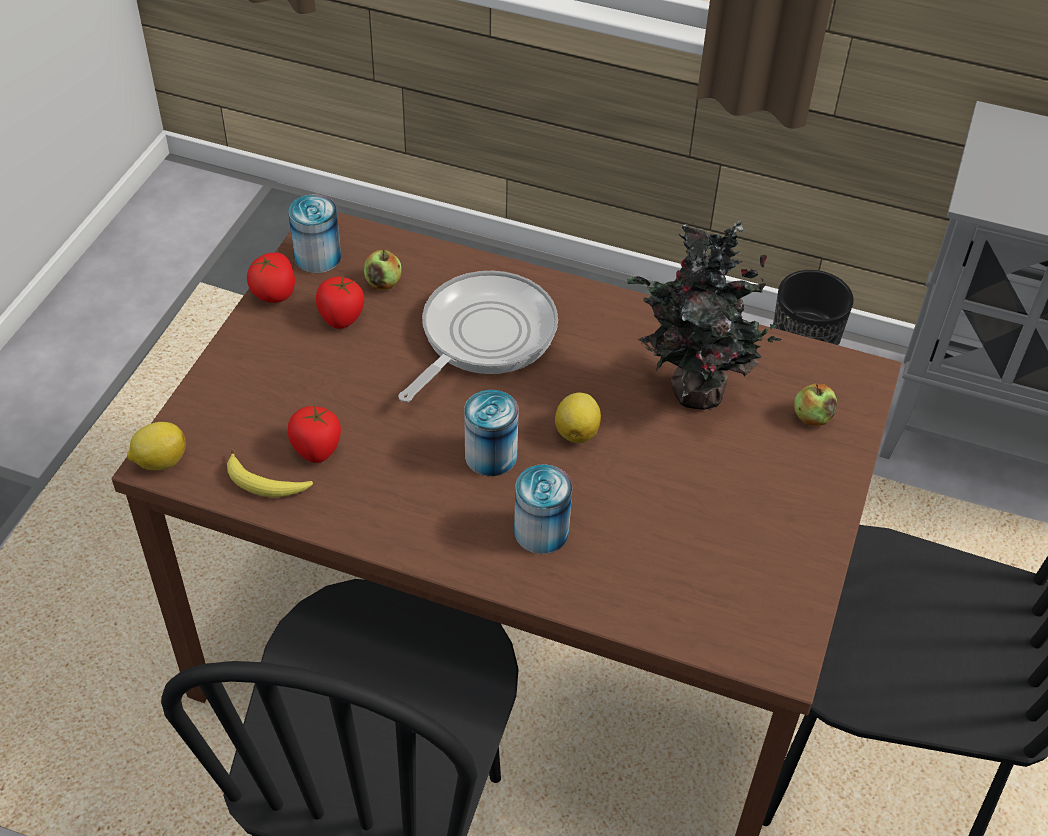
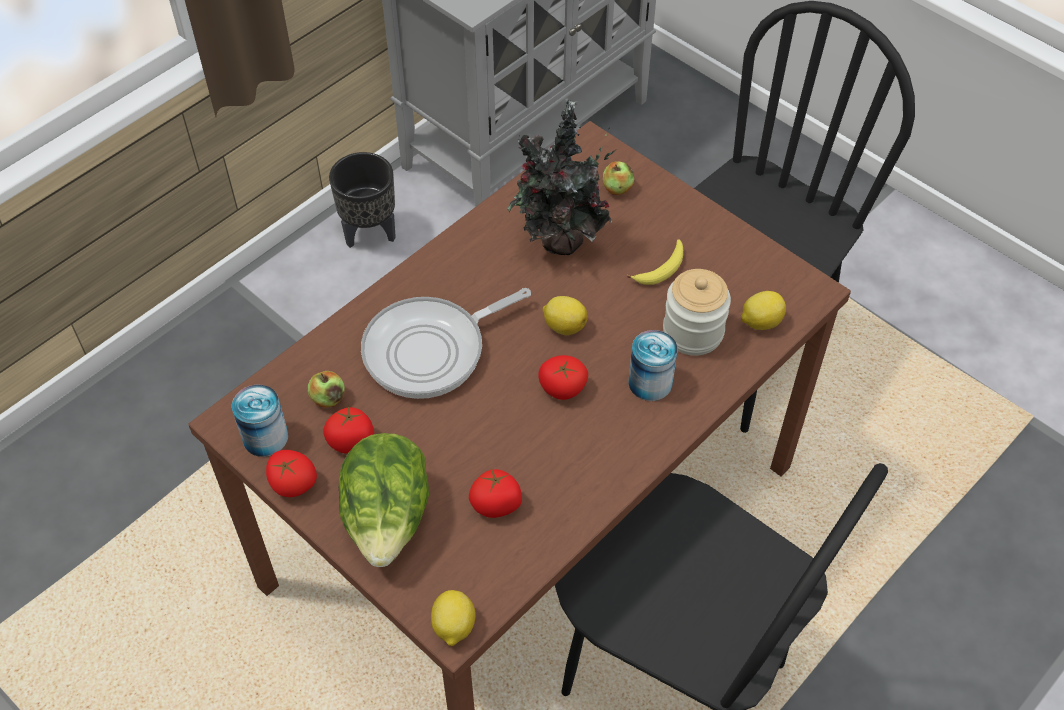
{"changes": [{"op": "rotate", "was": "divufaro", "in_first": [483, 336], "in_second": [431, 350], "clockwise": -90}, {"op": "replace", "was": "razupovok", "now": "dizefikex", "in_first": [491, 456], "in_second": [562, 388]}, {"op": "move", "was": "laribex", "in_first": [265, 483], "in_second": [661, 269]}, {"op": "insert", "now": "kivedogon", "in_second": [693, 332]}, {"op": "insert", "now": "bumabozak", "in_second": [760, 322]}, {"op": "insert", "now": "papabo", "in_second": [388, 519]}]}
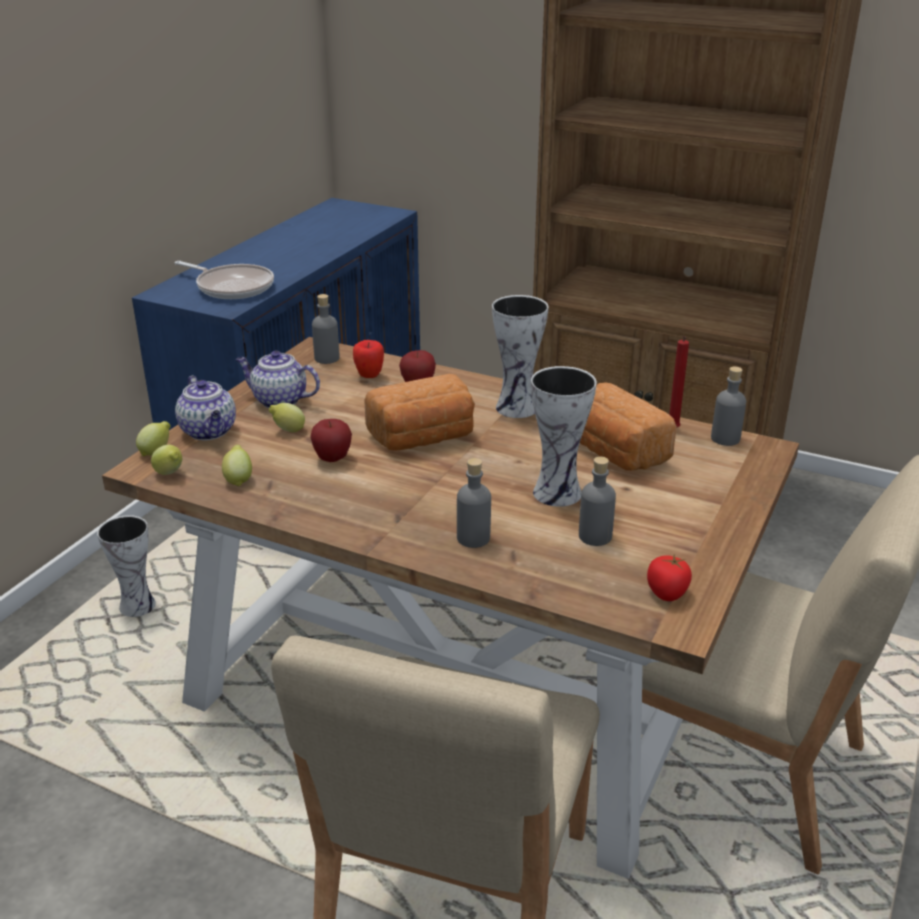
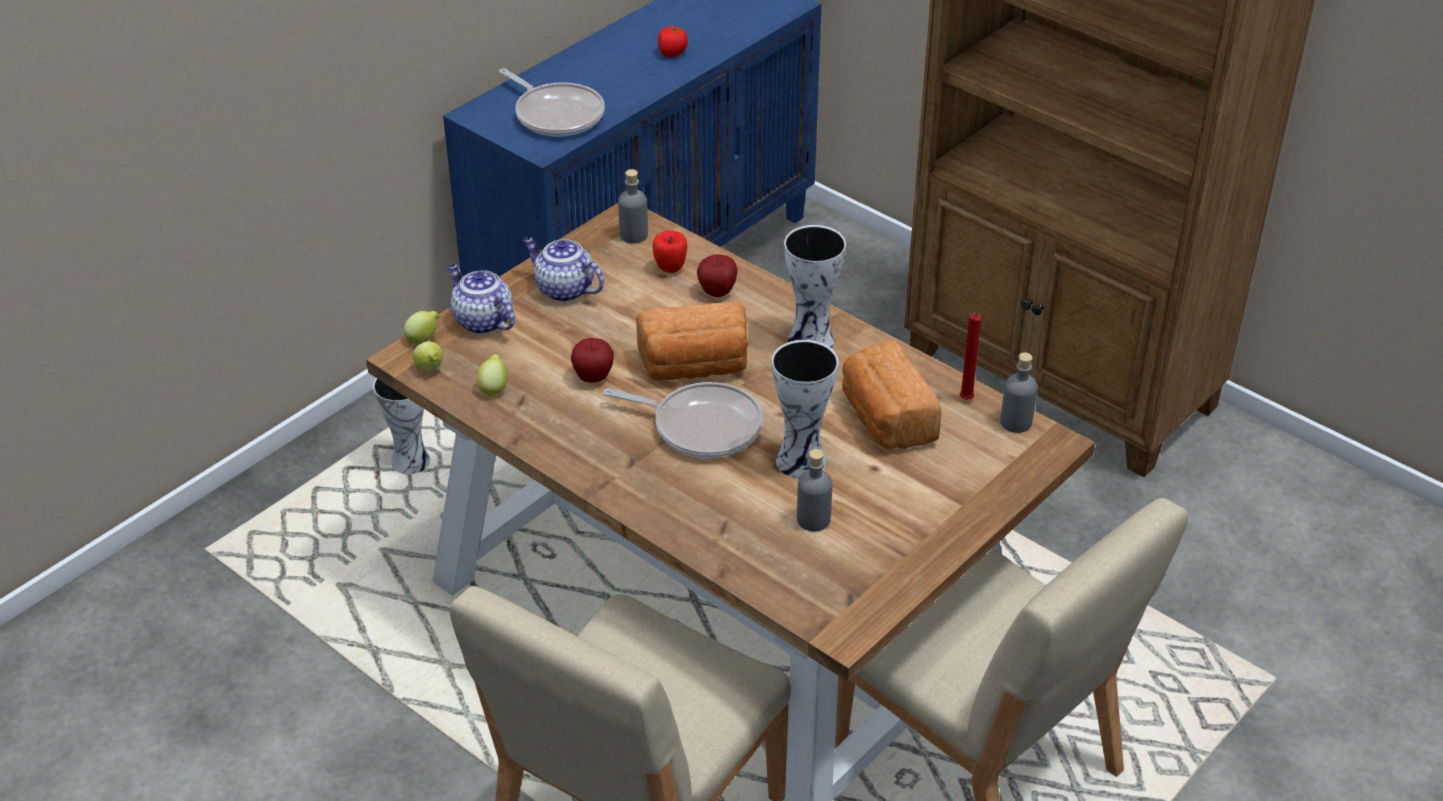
{"changes": [{"op": "rotate", "was": "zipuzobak", "in_first": [209, 432], "in_second": [482, 321], "clockwise": 150}, {"op": "delete", "was": "bumabozak", "in_first": [288, 430]}, {"op": "delete", "was": "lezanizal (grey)", "in_first": [473, 538]}, {"op": "move", "was": "dizefikex", "in_first": [667, 593], "in_second": [672, 53]}, {"op": "insert", "now": "divufaro", "in_second": [701, 426]}]}
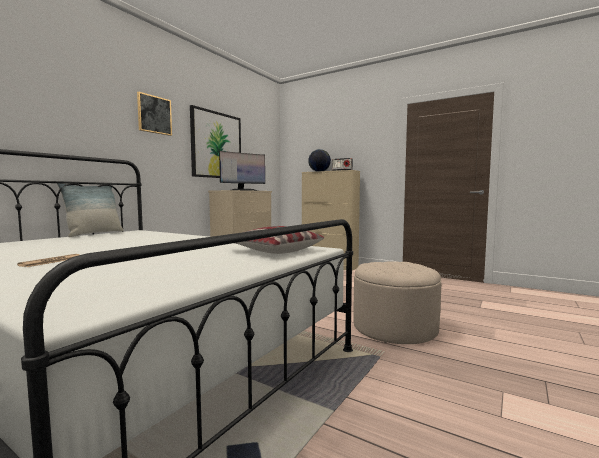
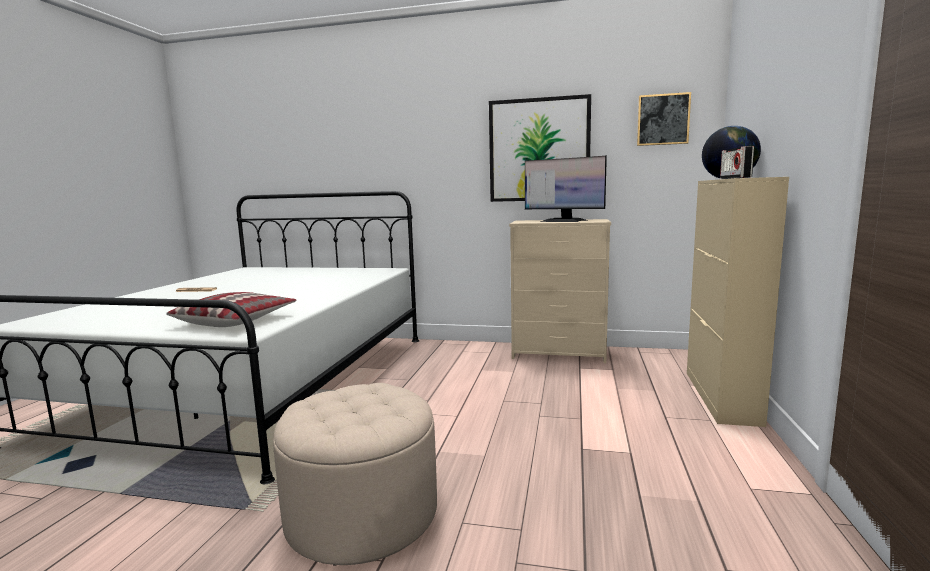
{"changes": [{"op": "move", "was": "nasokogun", "in_first": [154, 114], "in_second": [663, 119]}, {"op": "delete", "was": "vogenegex", "in_first": [94, 234]}]}
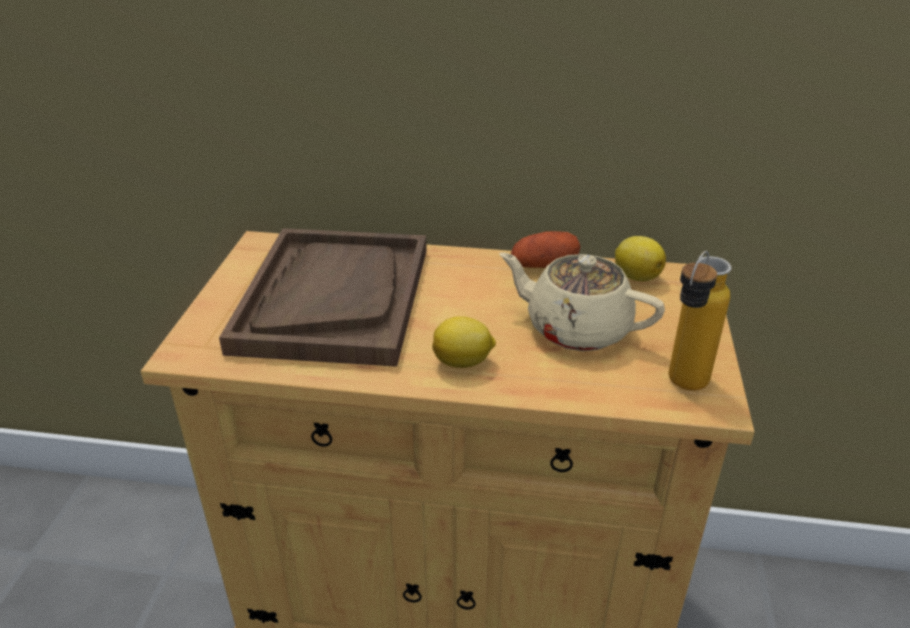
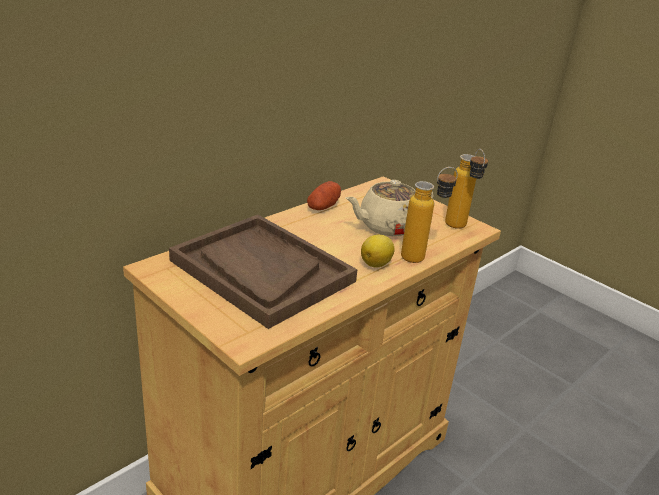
{"changes": [{"op": "delete", "was": "bumabozak", "in_first": [635, 276]}, {"op": "insert", "now": "lezanizal", "in_second": [421, 257]}]}
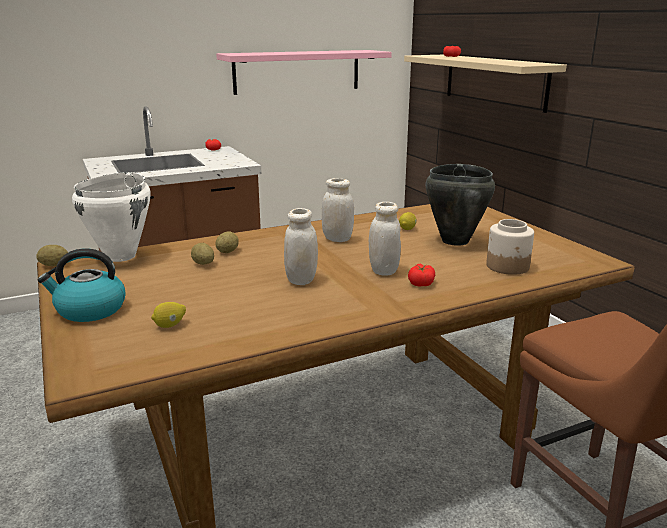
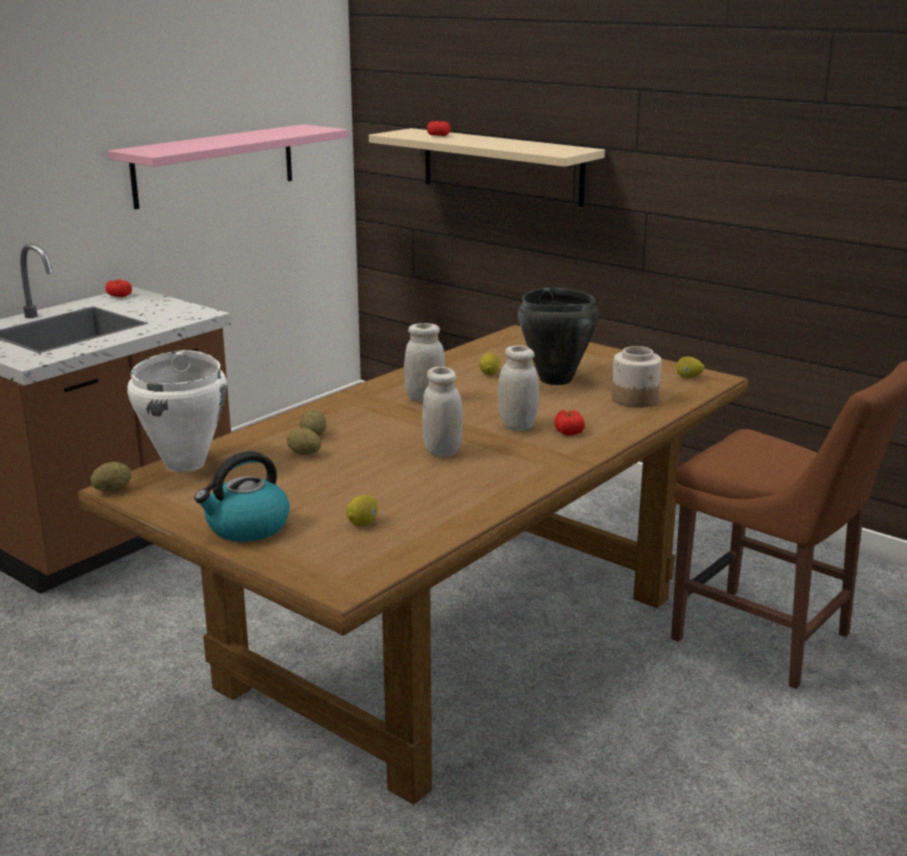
{"changes": [{"op": "insert", "now": "bumabozak", "in_second": [688, 377]}]}
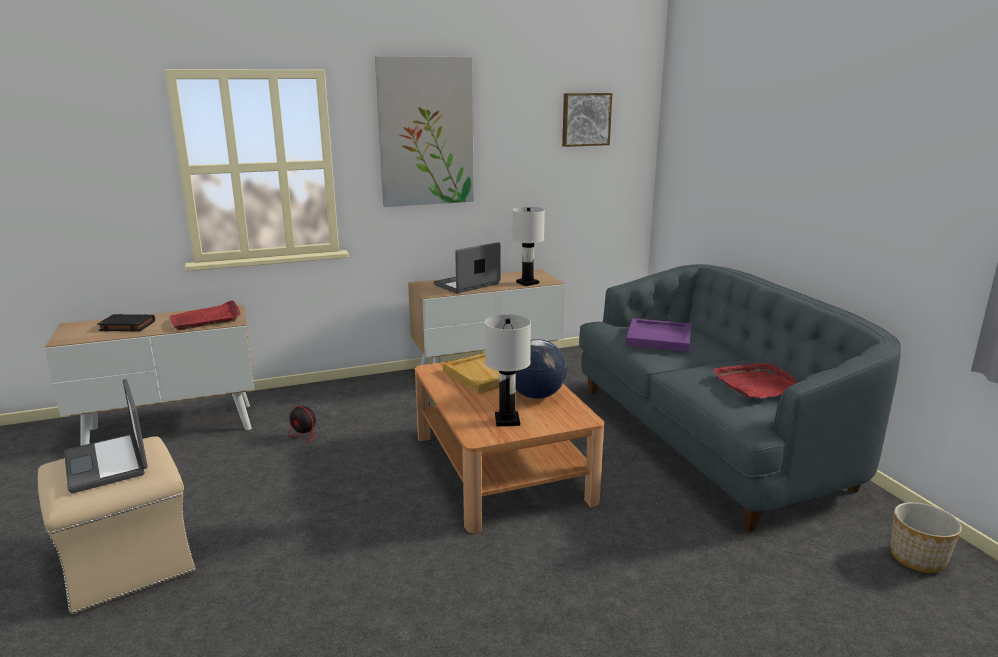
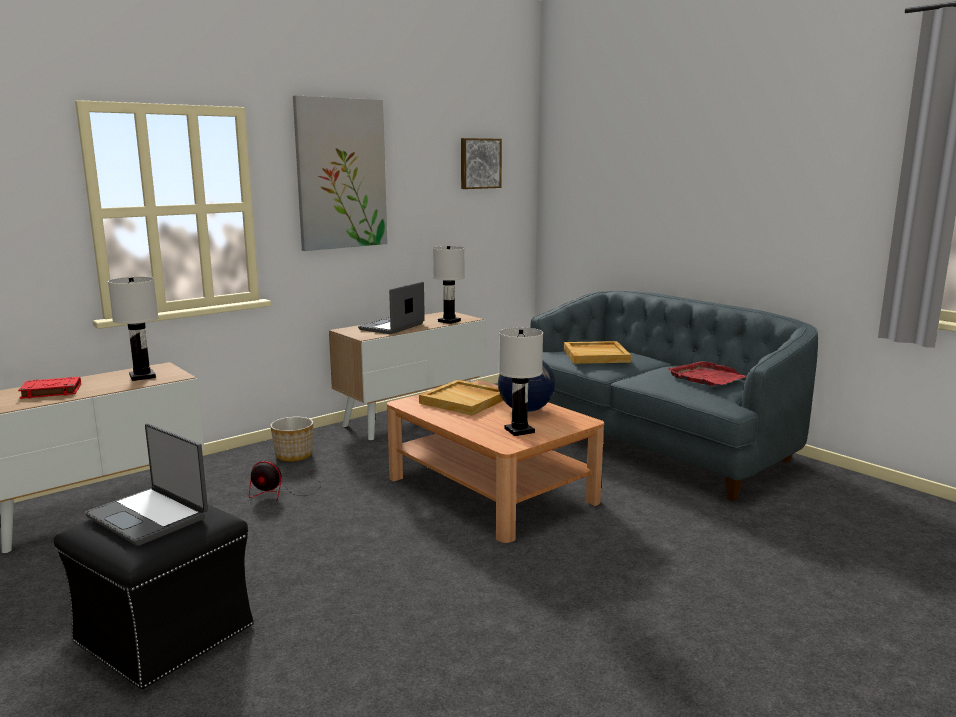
{"changes": [{"op": "replace", "was": "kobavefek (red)", "now": "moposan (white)", "in_first": [206, 319], "in_second": [142, 376]}, {"op": "recolor", "was": "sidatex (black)", "now": "sidatex (red)", "in_first": [126, 326], "in_second": [50, 392]}, {"op": "recolor", "was": "kobavefek (purple)", "now": "kobavefek (beige)", "in_first": [659, 338], "in_second": [596, 355]}, {"op": "recolor", "was": "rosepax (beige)", "now": "rosepax (black)", "in_first": [128, 563], "in_second": [165, 634]}, {"op": "move", "was": "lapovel", "in_first": [917, 558], "in_second": [294, 455]}]}
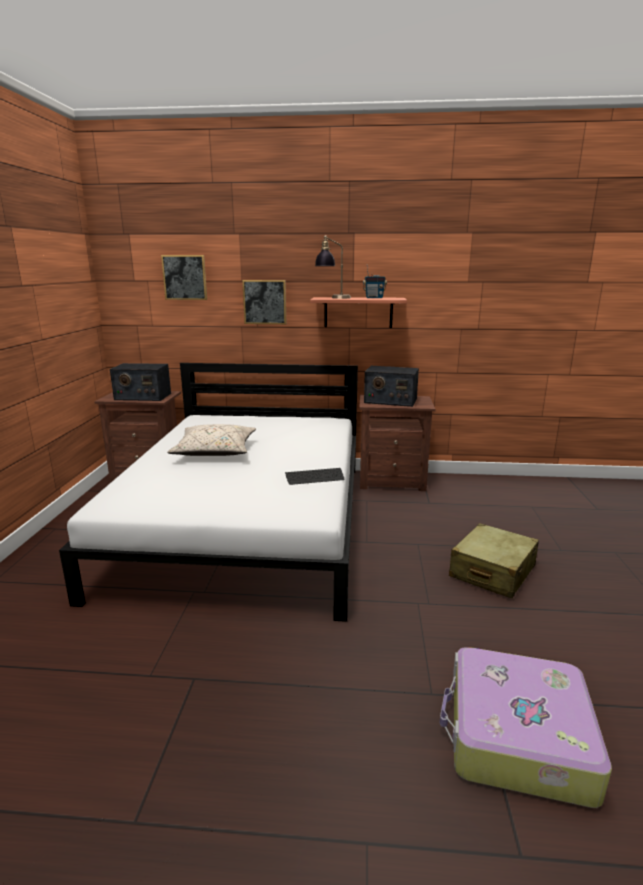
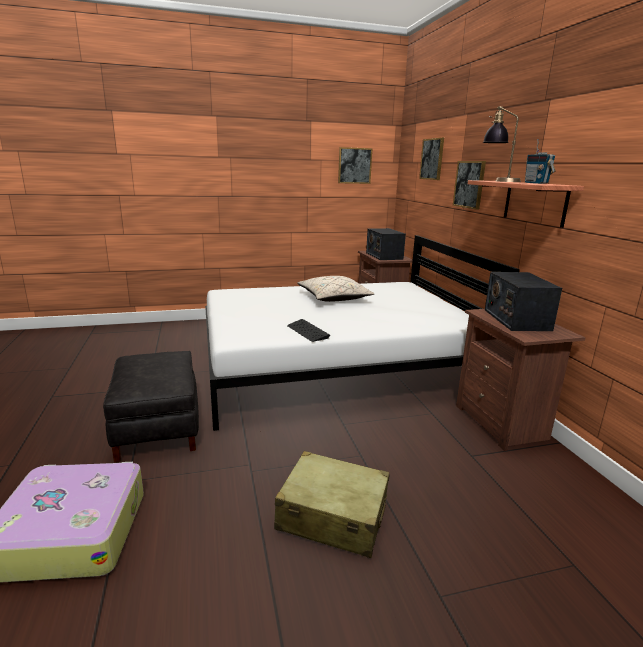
{"changes": [{"op": "insert", "now": "nasokogun", "in_second": [354, 165]}, {"op": "insert", "now": "rosepax (black)", "in_second": [158, 428]}]}
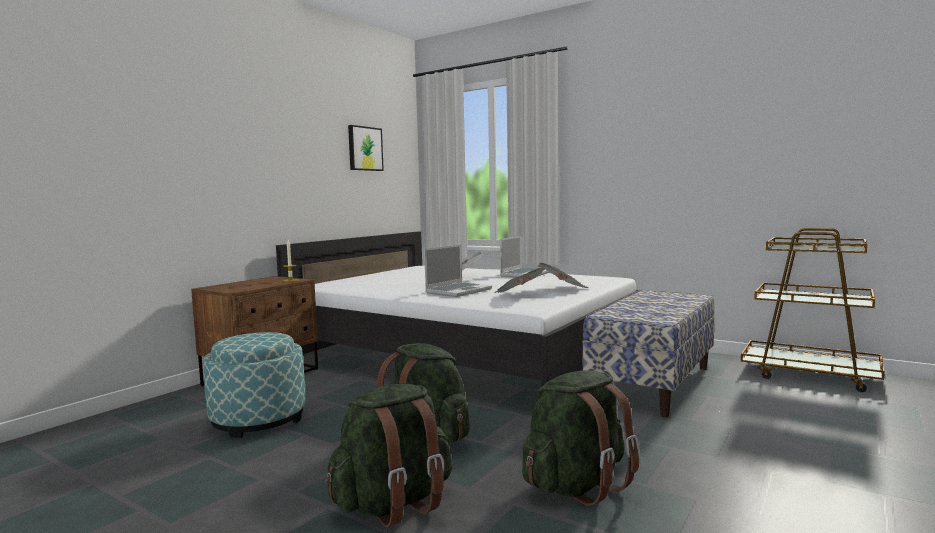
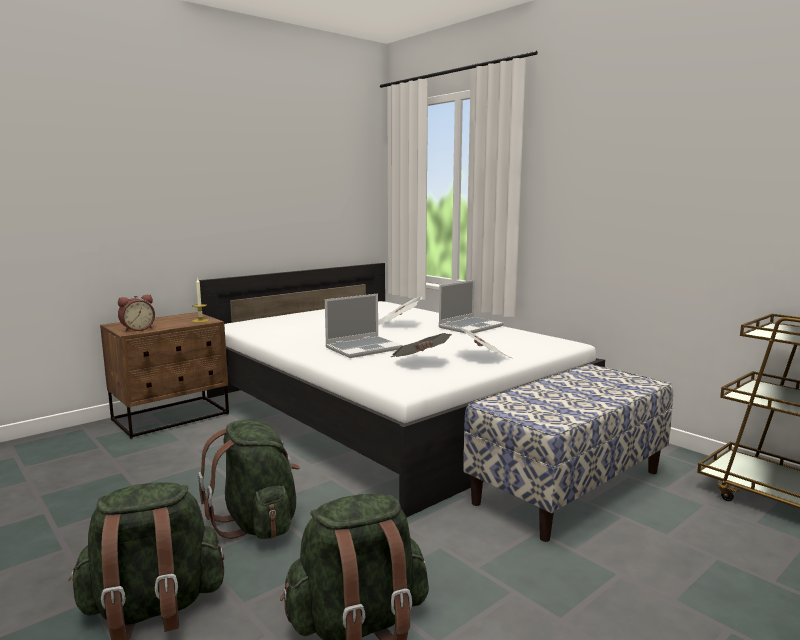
{"changes": [{"op": "delete", "was": "nasokogun", "in_first": [364, 148]}, {"op": "delete", "was": "rosepax", "in_first": [258, 419]}, {"op": "insert", "now": "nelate", "in_second": [137, 329]}]}
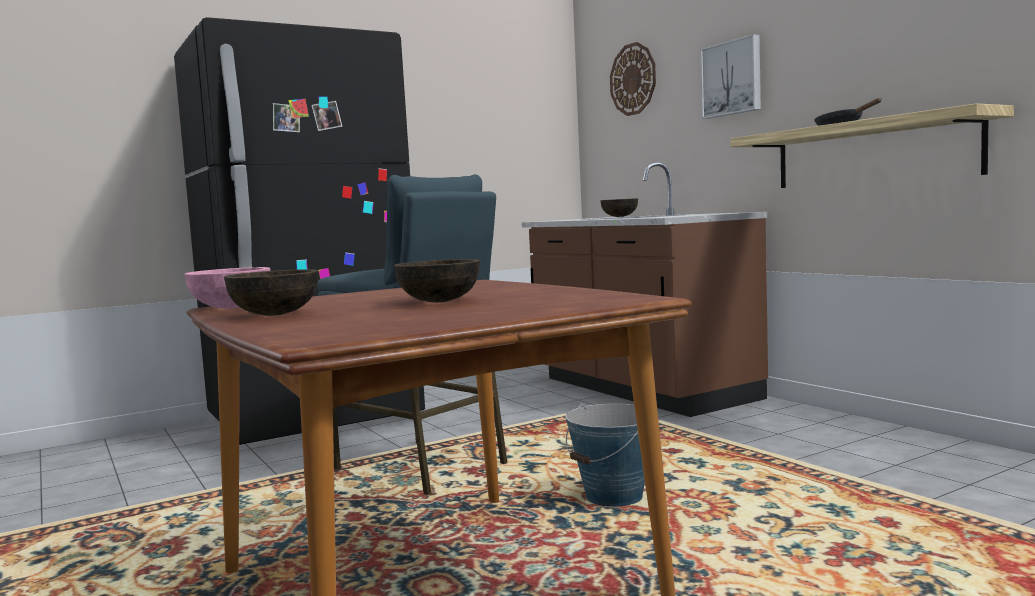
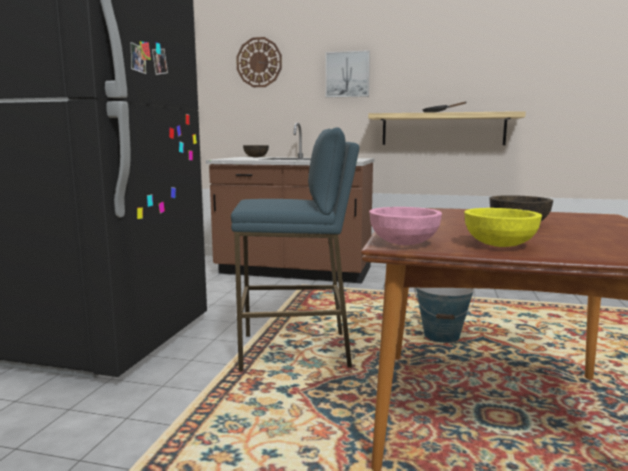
{"changes": [{"op": "recolor", "was": "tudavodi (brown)", "now": "tudavodi (yellow)", "in_first": [275, 314], "in_second": [499, 245]}]}
